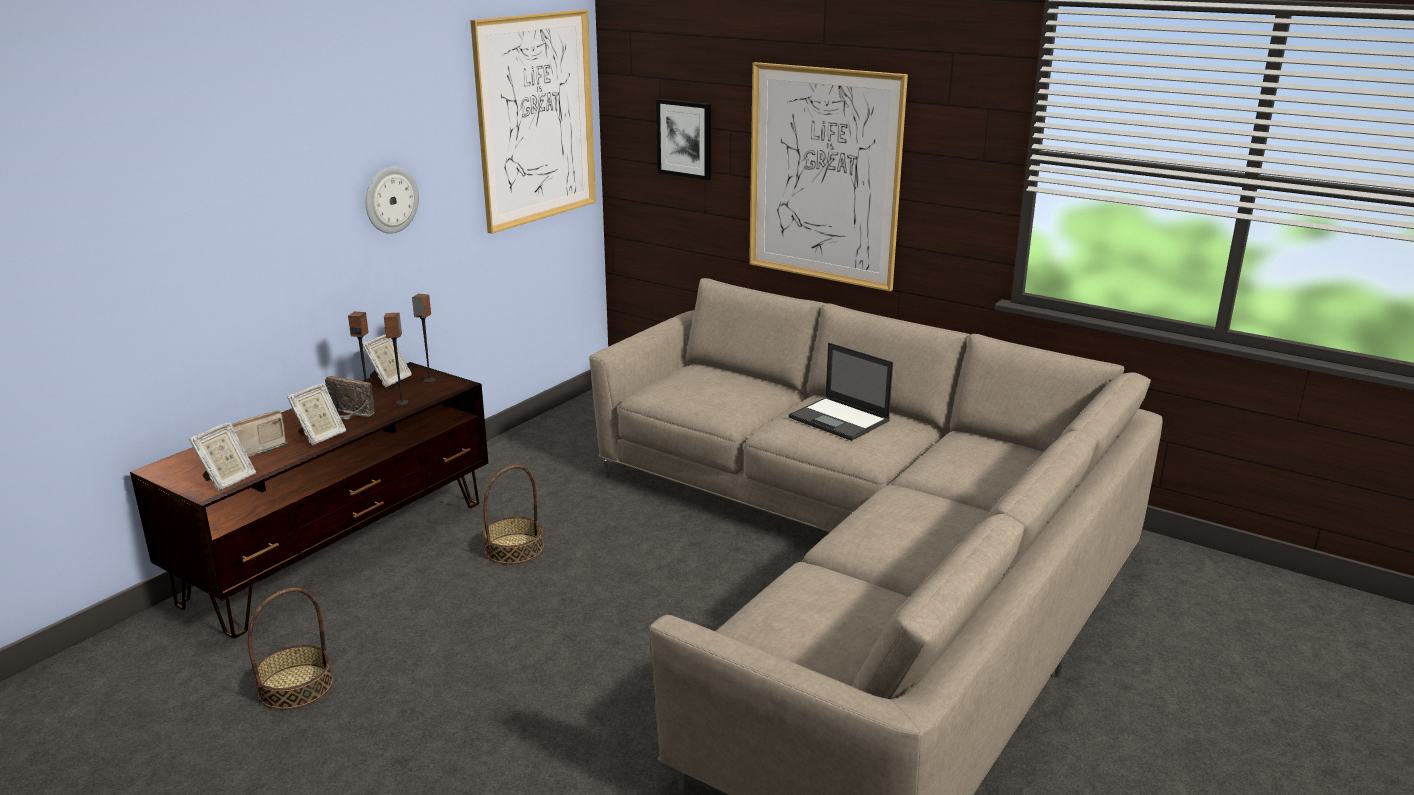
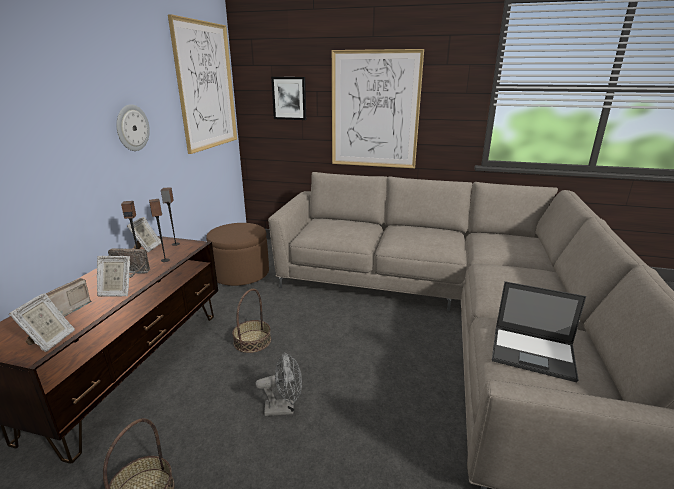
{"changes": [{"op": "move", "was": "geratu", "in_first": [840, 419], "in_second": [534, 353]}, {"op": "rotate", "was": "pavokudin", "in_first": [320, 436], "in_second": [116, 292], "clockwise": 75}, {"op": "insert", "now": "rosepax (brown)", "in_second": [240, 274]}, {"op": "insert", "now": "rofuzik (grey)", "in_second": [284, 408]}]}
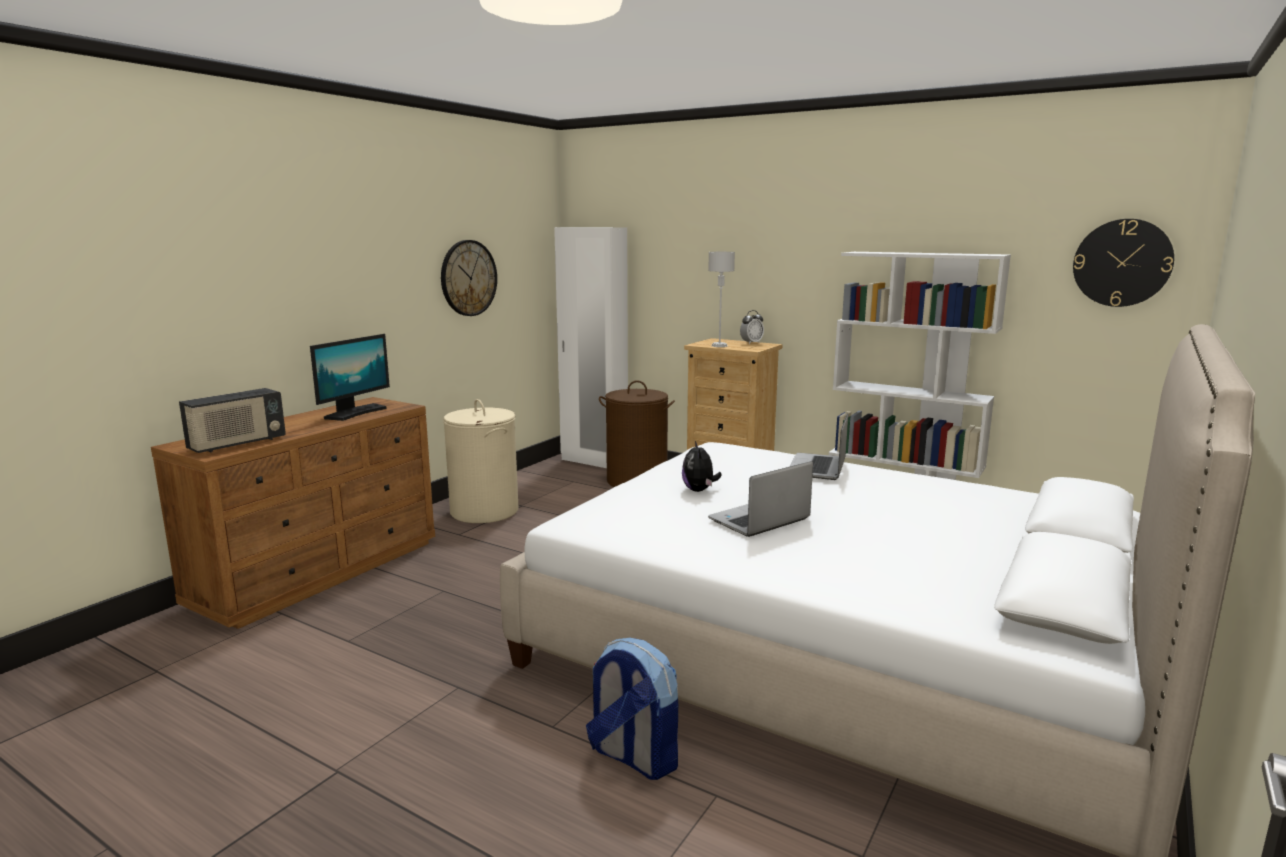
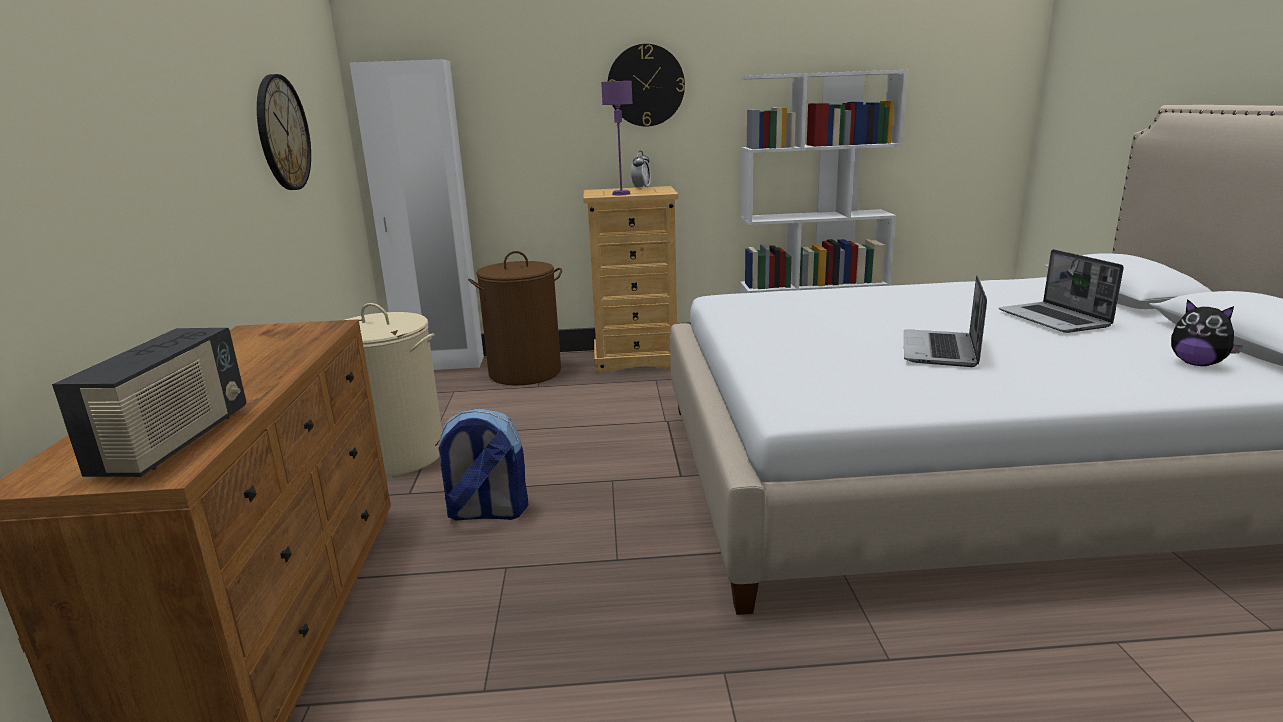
{"changes": [{"op": "move", "was": "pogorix", "in_first": [1122, 263], "in_second": [646, 85]}, {"op": "recolor", "was": "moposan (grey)", "now": "moposan (purple)", "in_first": [719, 346], "in_second": [621, 194]}, {"op": "delete", "was": "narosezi", "in_first": [355, 413]}, {"op": "move", "was": "geratu", "in_first": [818, 468], "in_second": [1055, 319]}, {"op": "move", "was": "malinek", "in_first": [699, 490], "in_second": [1197, 364]}, {"op": "move", "was": "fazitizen", "in_first": [633, 757], "in_second": [486, 512]}]}
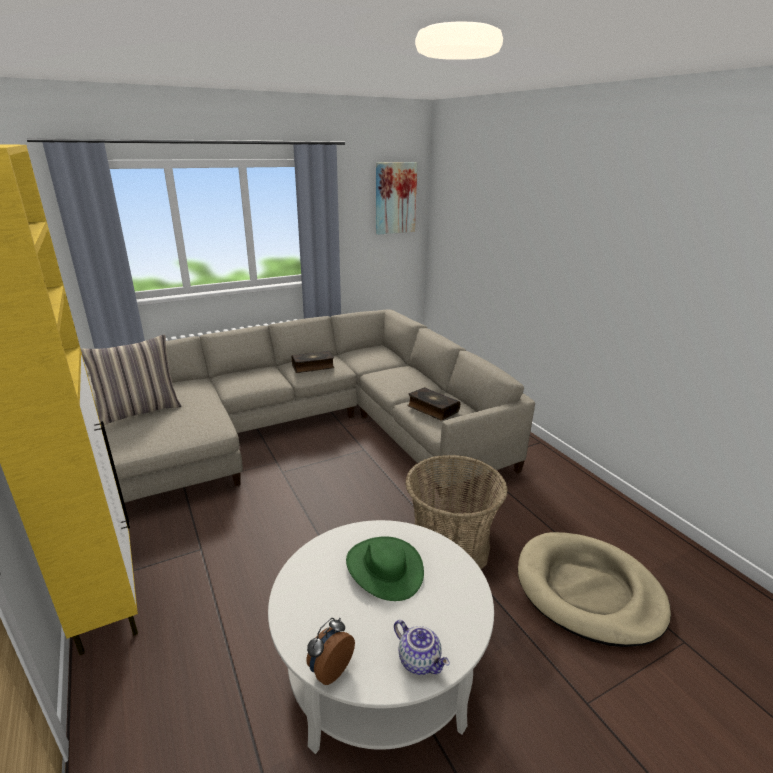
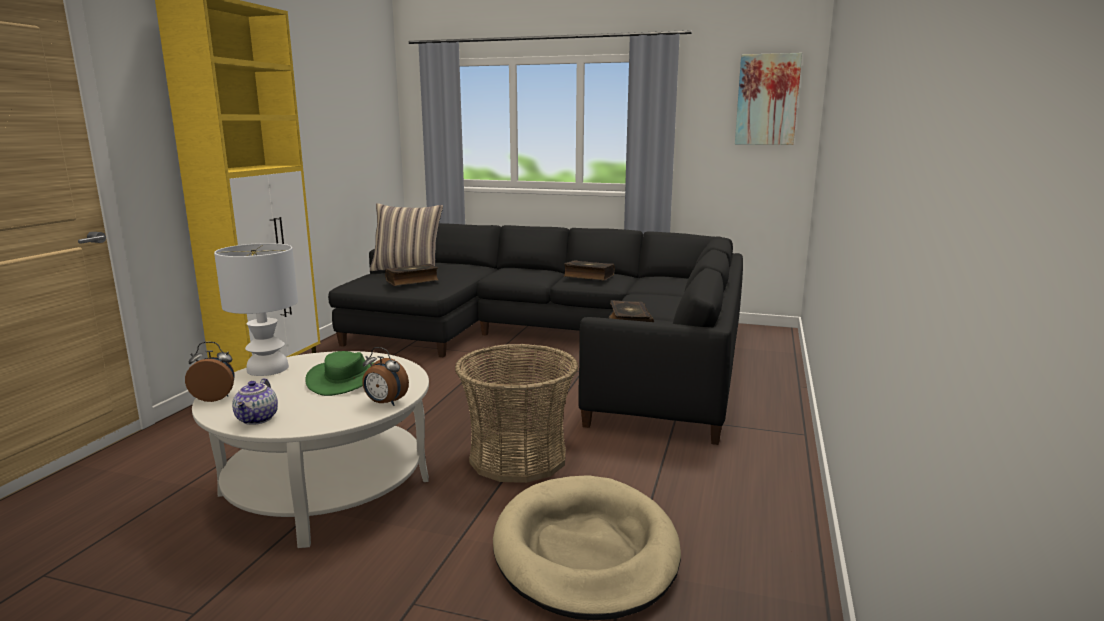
{"changes": [{"op": "recolor", "was": "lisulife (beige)", "now": "lisulife (black)", "in_first": [307, 430], "in_second": [558, 344]}, {"op": "insert", "now": "moposan (white)", "in_second": [269, 368]}, {"op": "insert", "now": "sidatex", "in_second": [412, 281]}, {"op": "insert", "now": "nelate", "in_second": [385, 403]}]}
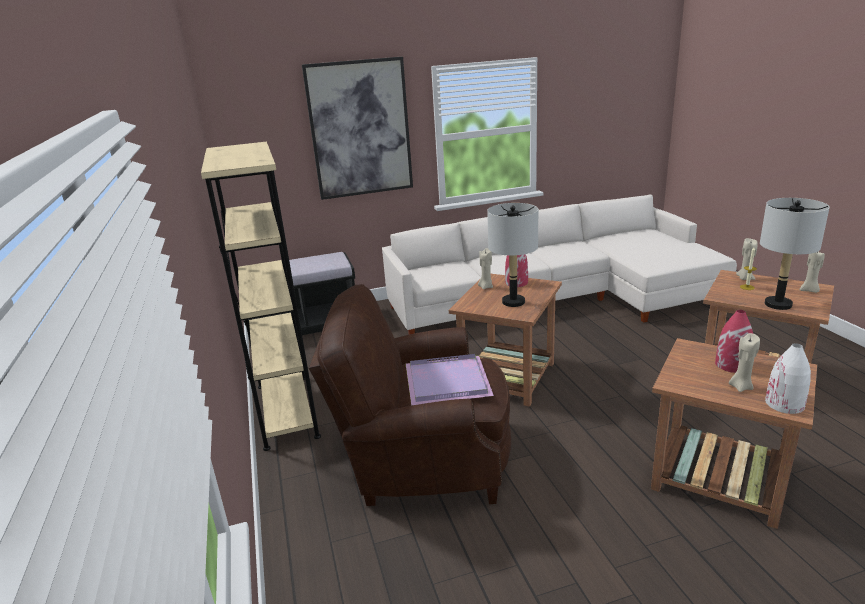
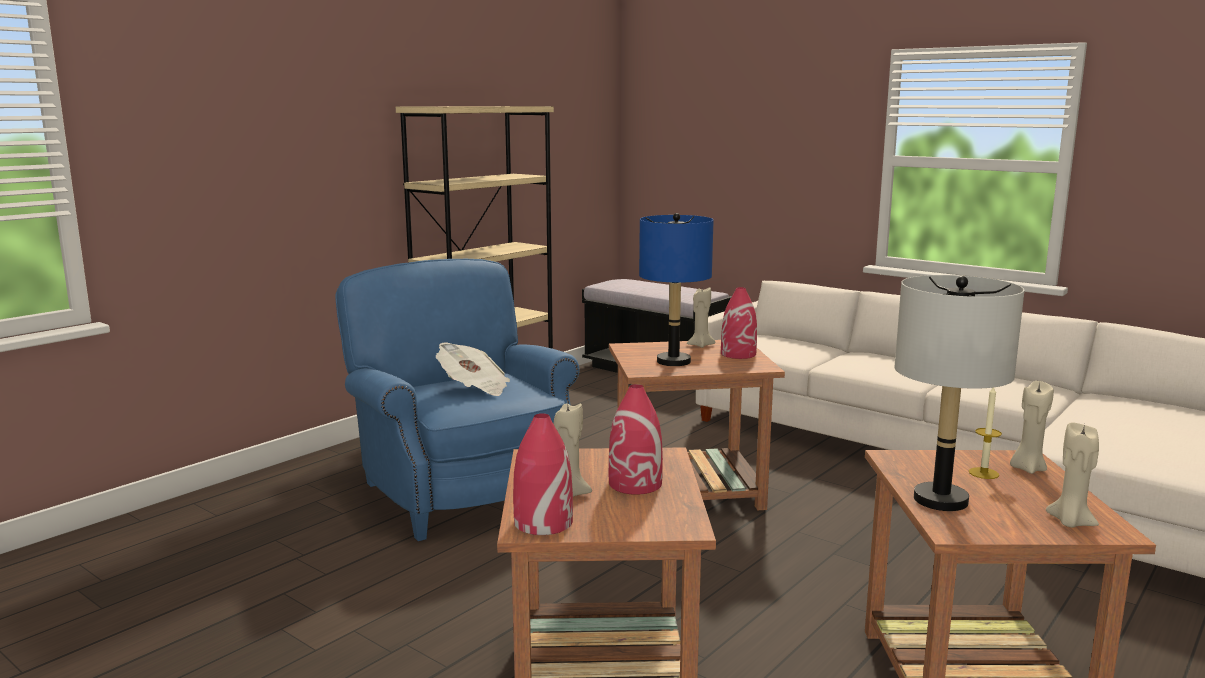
{"changes": [{"op": "delete", "was": "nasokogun", "in_first": [360, 129]}, {"op": "recolor", "was": "moposan (grey)", "now": "moposan (blue)", "in_first": [513, 302], "in_second": [673, 361]}, {"op": "recolor", "was": "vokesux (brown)", "now": "vokesux (blue)", "in_first": [422, 460], "in_second": [461, 488]}, {"op": "recolor", "was": "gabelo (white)", "now": "gabelo (red)", "in_first": [784, 404], "in_second": [542, 522]}, {"op": "replace", "was": "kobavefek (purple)", "now": "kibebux", "in_first": [448, 381], "in_second": [474, 388]}]}
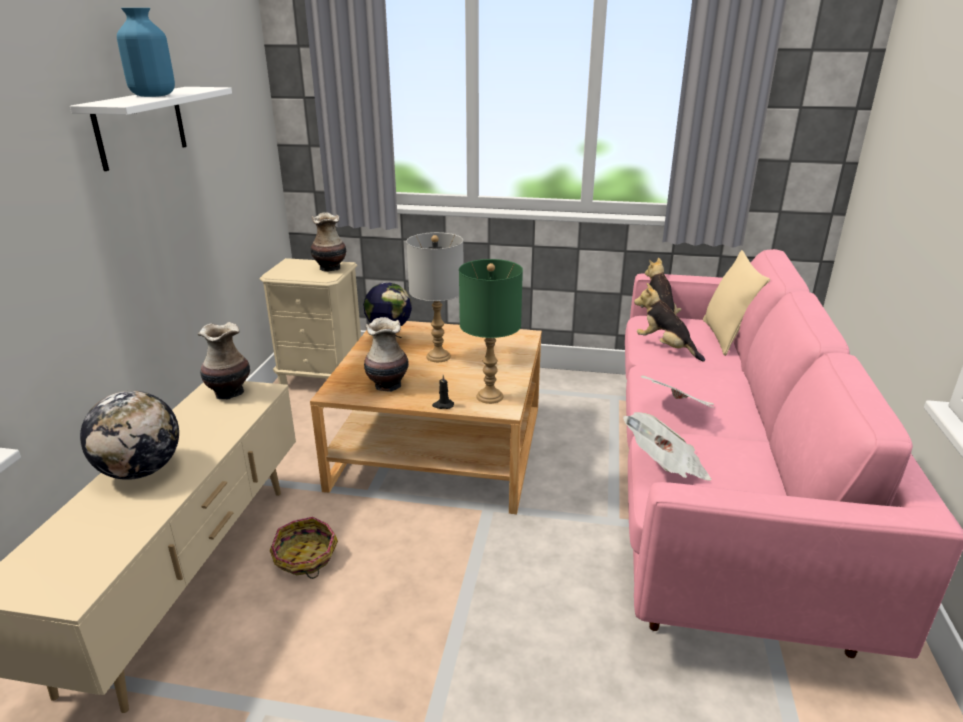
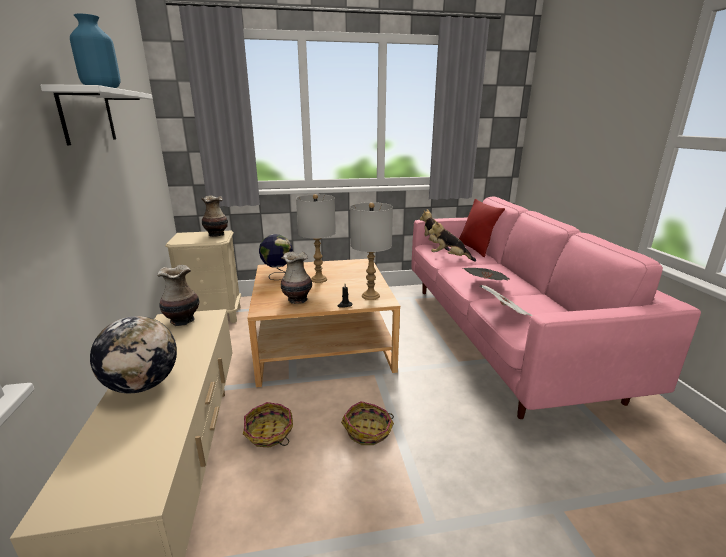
{"changes": [{"op": "recolor", "was": "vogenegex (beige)", "now": "vogenegex (red)", "in_first": [725, 337], "in_second": [476, 249]}, {"op": "recolor", "was": "moposan (green)", "now": "moposan (grey)", "in_first": [490, 396], "in_second": [371, 296]}, {"op": "insert", "now": "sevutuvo", "in_second": [368, 431]}]}
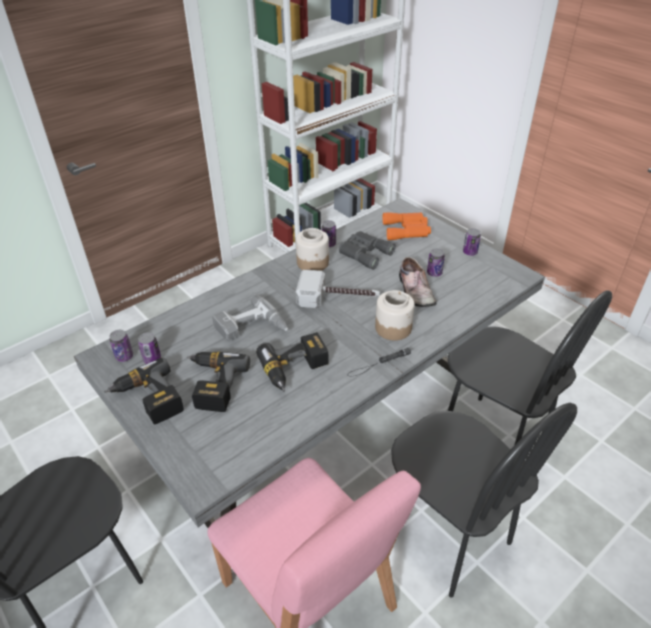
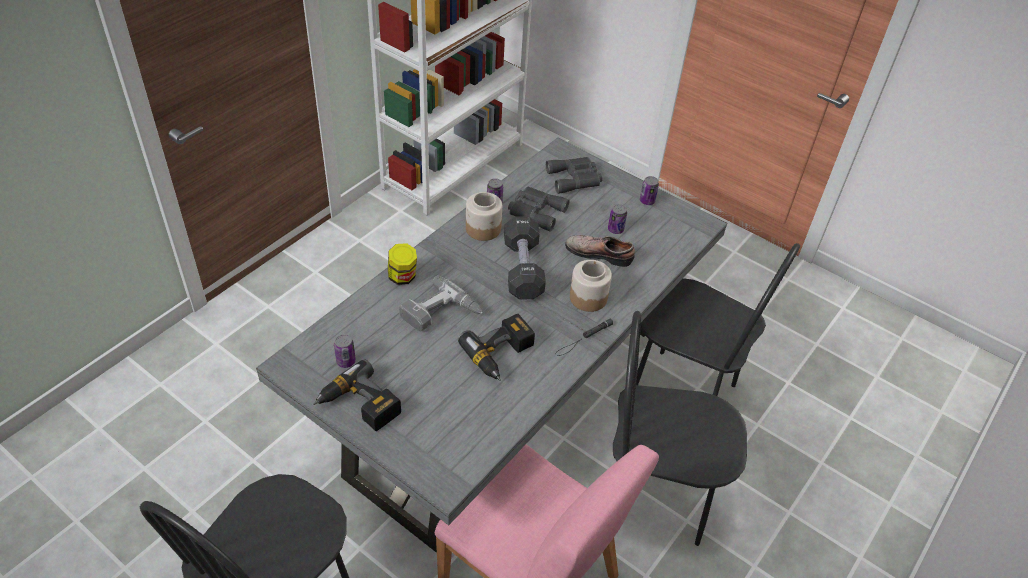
{"changes": [{"op": "recolor", "was": "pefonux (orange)", "now": "pefonux (grey)", "in_first": [407, 230], "in_second": [575, 179]}, {"op": "rotate", "was": "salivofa", "in_first": [414, 291], "in_second": [599, 252], "clockwise": 135}, {"op": "replace", "was": "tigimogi", "now": "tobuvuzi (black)", "in_first": [338, 298], "in_second": [523, 269]}, {"op": "delete", "was": "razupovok", "in_first": [124, 356]}, {"op": "delete", "was": "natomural", "in_first": [212, 384]}, {"op": "rotate", "was": "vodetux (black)", "in_first": [448, 535], "in_second": [654, 499], "clockwise": 150}, {"op": "insert", "now": "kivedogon", "in_second": [402, 277]}]}
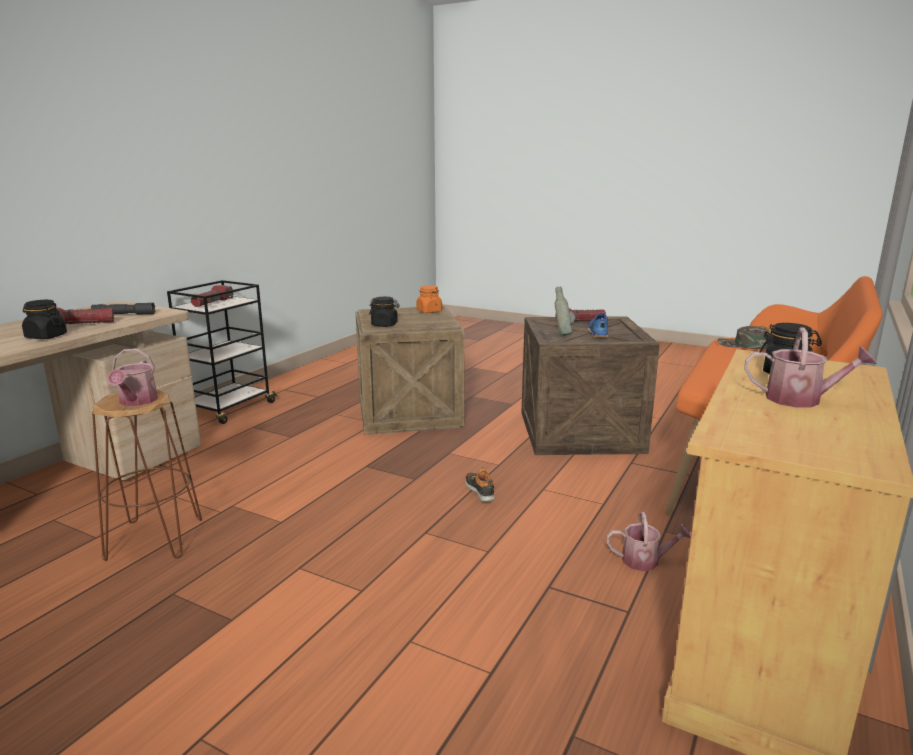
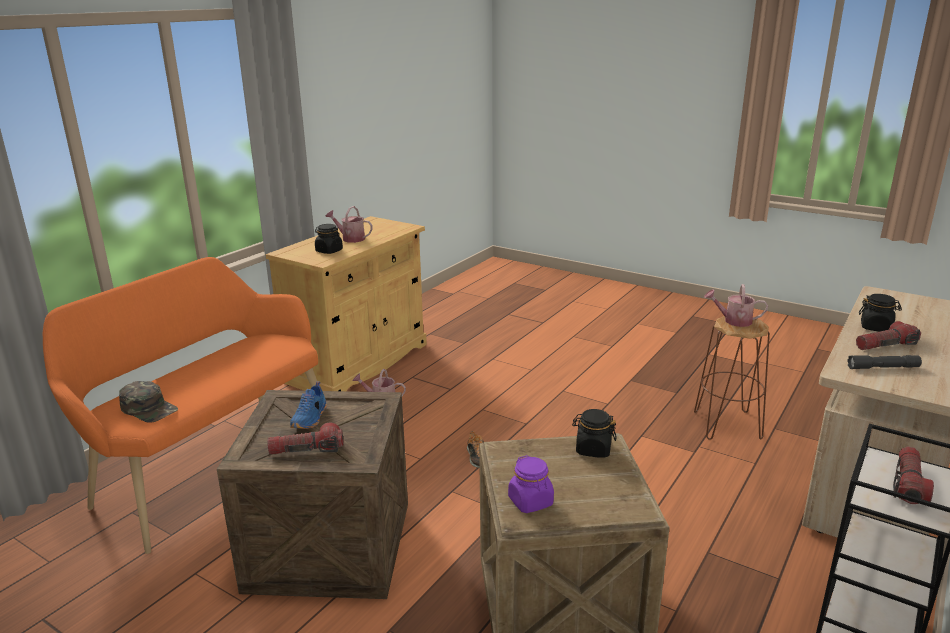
{"changes": [{"op": "recolor", "was": "kivedogon (orange)", "now": "kivedogon (purple)", "in_first": [429, 311], "in_second": [531, 502]}, {"op": "delete", "was": "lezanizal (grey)", "in_first": [562, 334]}, {"op": "rotate", "was": "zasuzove", "in_first": [136, 402], "in_second": [733, 321], "clockwise": -75}]}
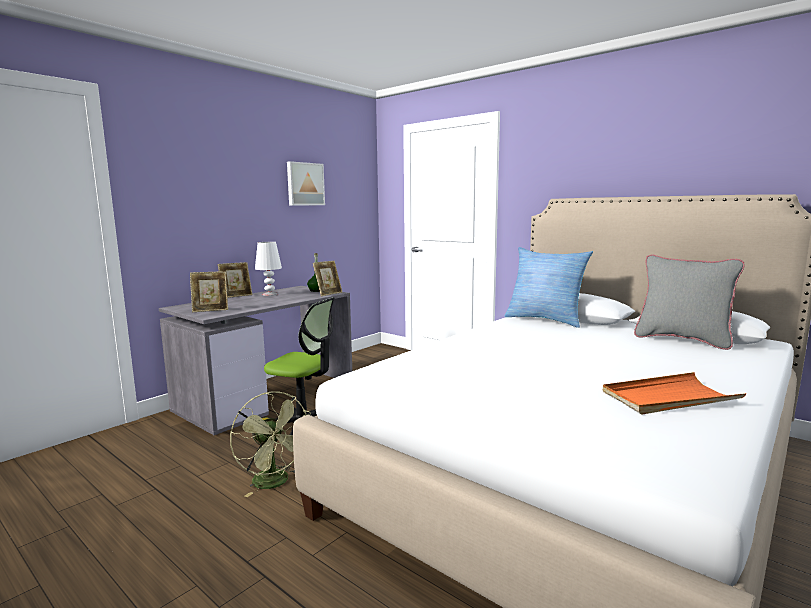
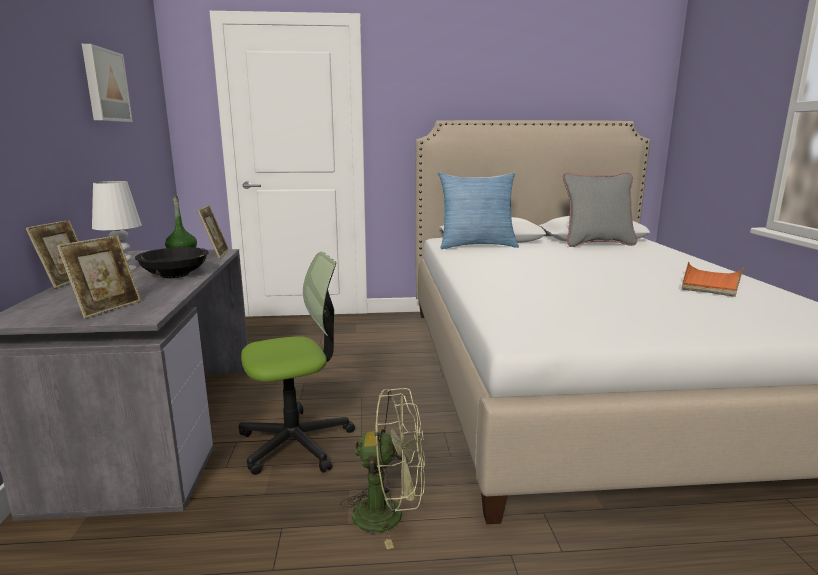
{"changes": [{"op": "insert", "now": "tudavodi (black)", "in_second": [175, 274]}]}
